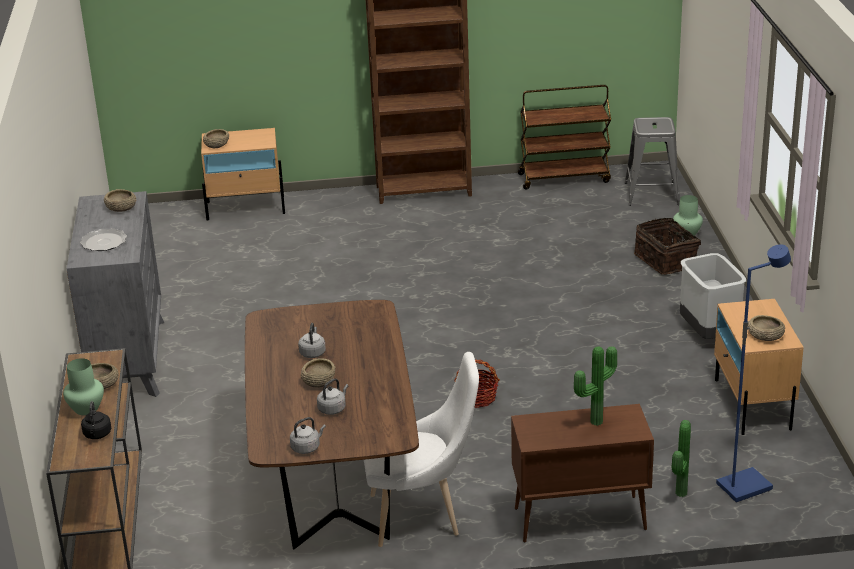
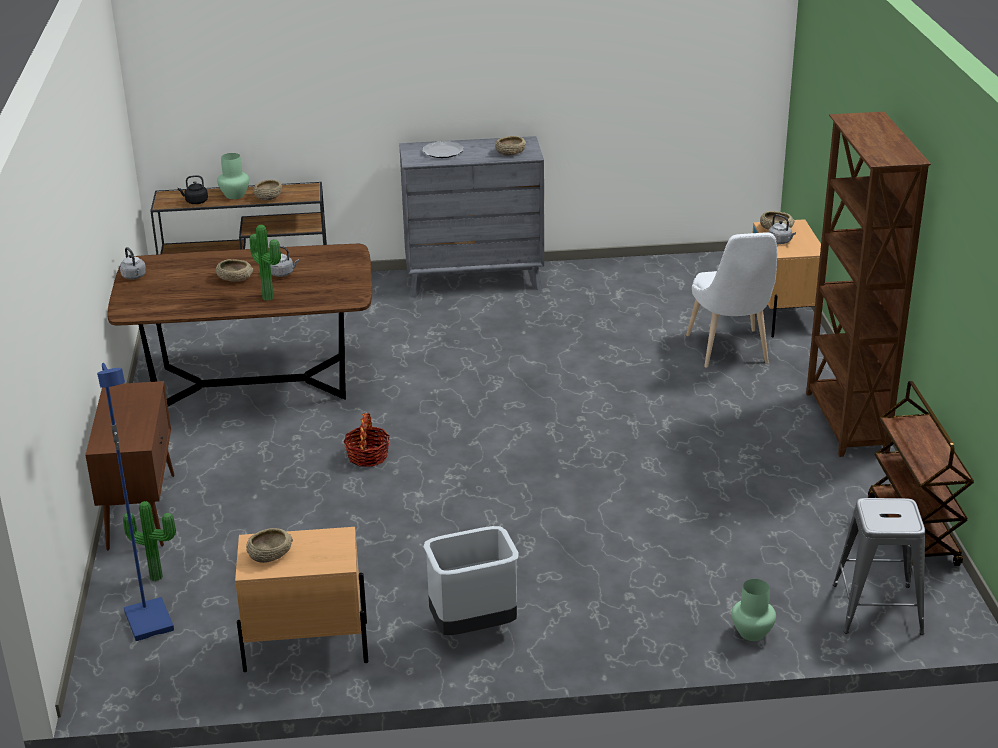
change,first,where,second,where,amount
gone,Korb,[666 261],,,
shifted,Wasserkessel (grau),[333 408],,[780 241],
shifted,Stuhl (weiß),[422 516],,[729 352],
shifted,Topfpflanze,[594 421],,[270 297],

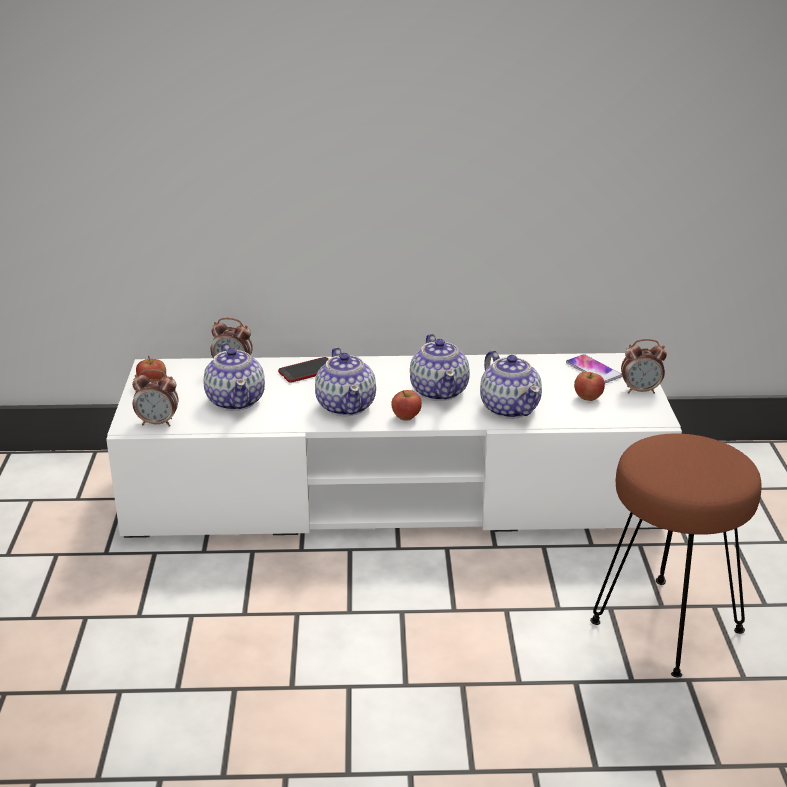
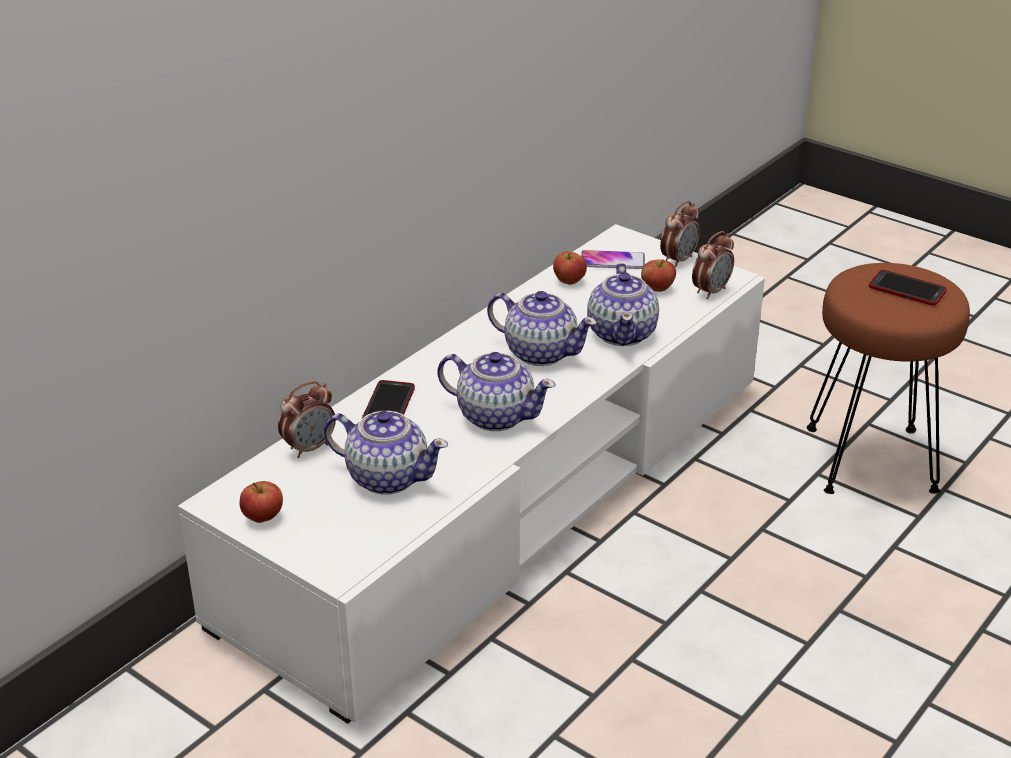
change,first,where,second,where,amount
new,,,Handy,[907 289],
shifted,Wecker,[158 423],,[711 291],
shifted,Apfel,[406 417],,[569 281],
rotated,Teekanne,[510 408],,[622 333],75 degrees clockwise

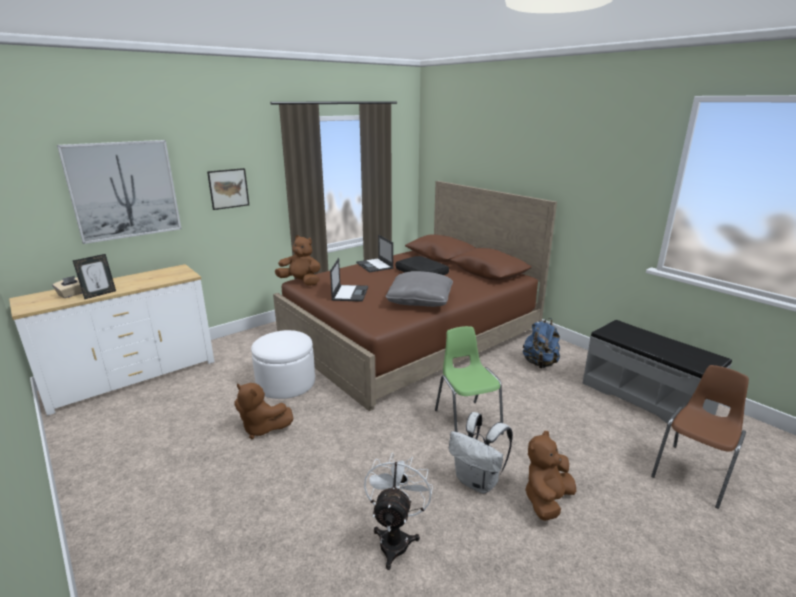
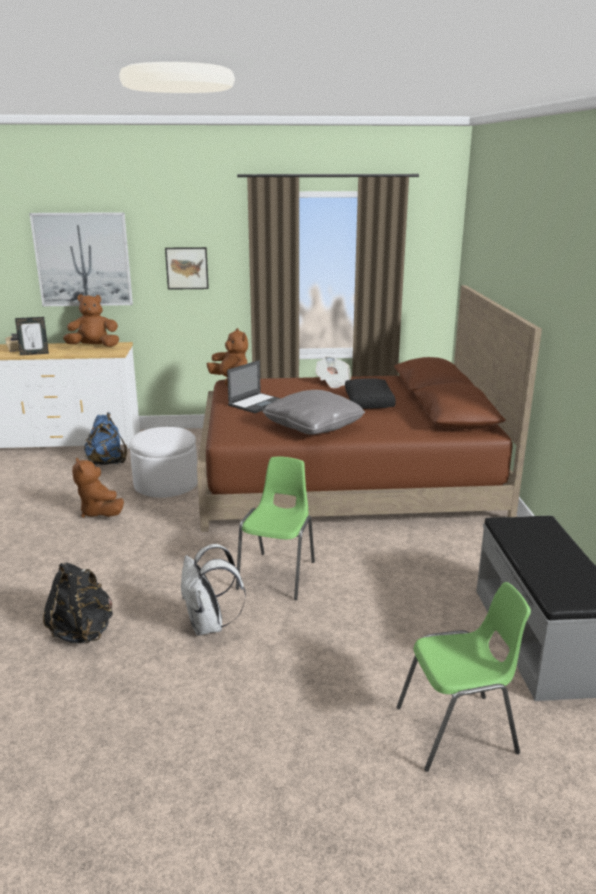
change,first,where,second,where,amount
shifted,Rucksack (blau),[540 363],,[107 463],
shifted,Plüschtier (braun),[547 500],,[94 347],
swapped,Laptop,[375 265],Zeitung,[333 382],
swapped,Ventilator (weiß),[395 538],Rucksack (schwarz),[83 631],
repainted,Stuhl (braun),[693 474],Stuhl (grün),[457 731],

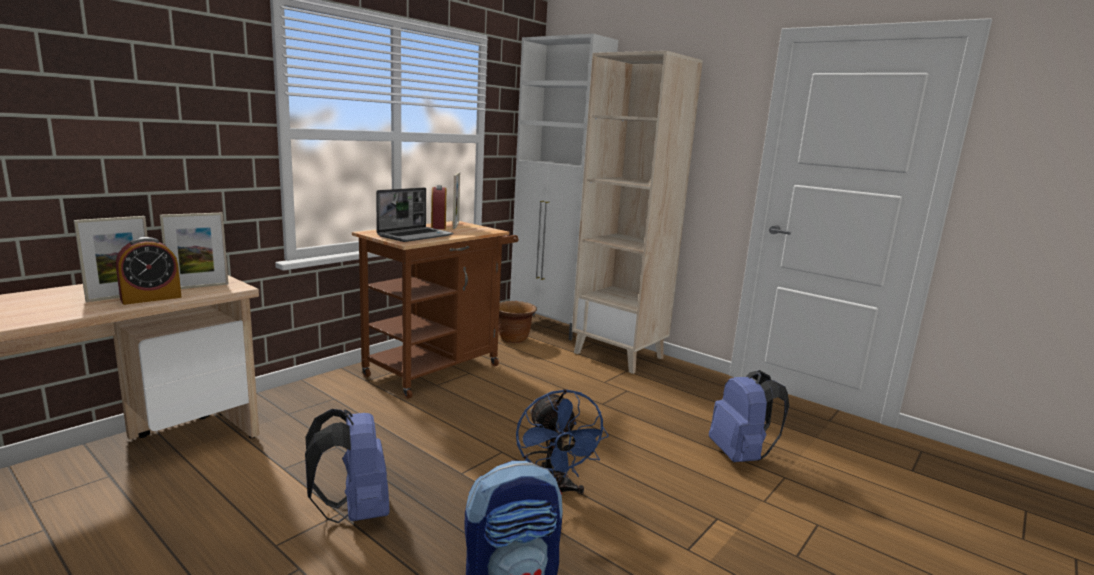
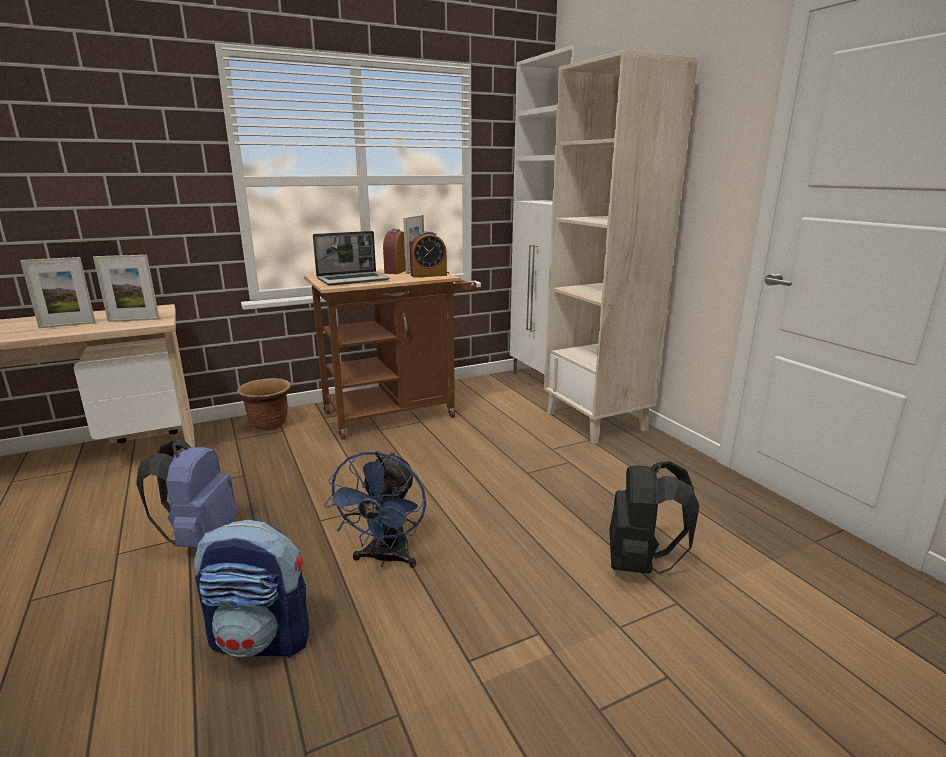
change,first,where,second,where,amount
shifted,Wecker,[151 298],,[428 275],
shifted,Pflanzkübel (braun),[514 339],,[269 424],
repainted,Rucksack (blau),[740 456],Rucksack (schwarz),[640 563],

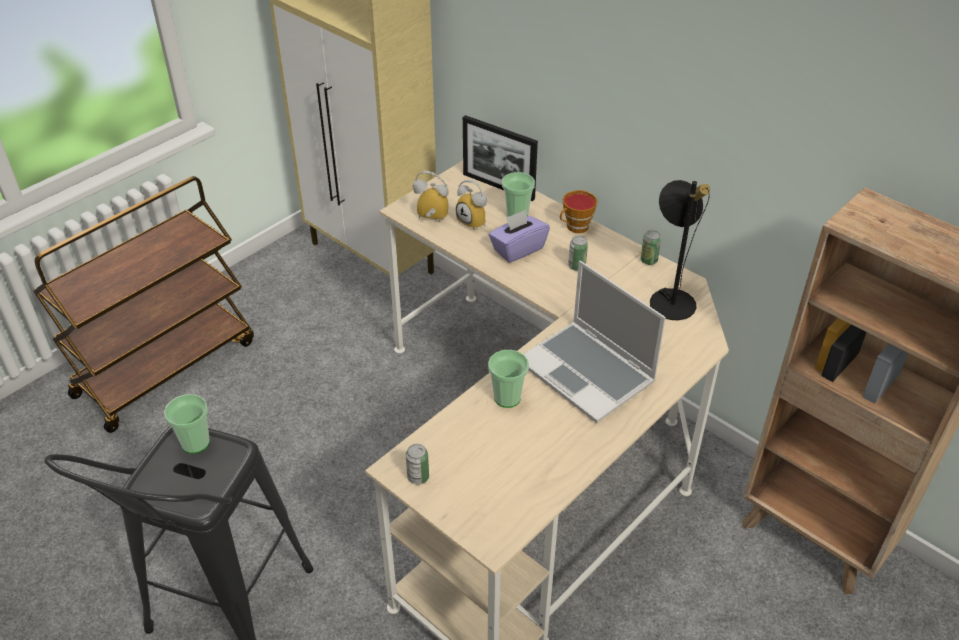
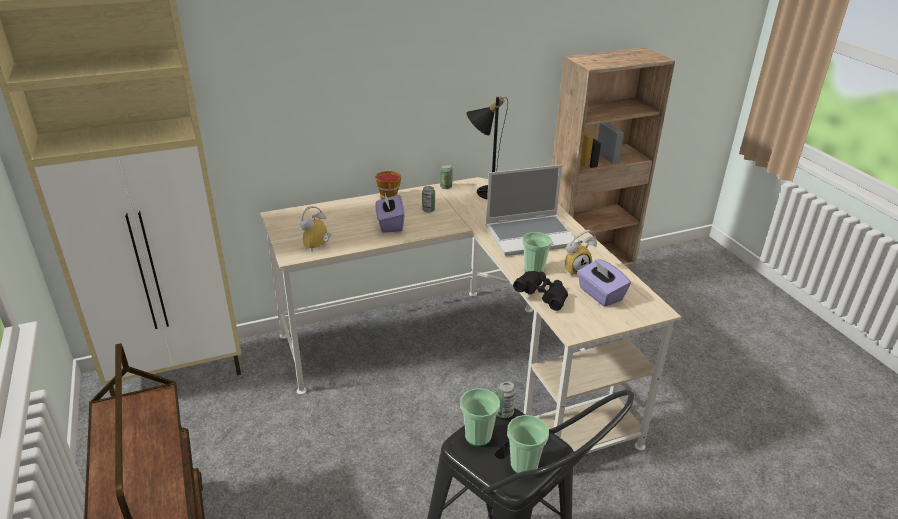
change,first,where,second,where,amount
gone,Bilderrahmen,[498 186],,,
new,,,Fernglas (schwarz),[542 297],
new,,,Taschentuchbox (lila),[600 294],
shifted,Dose,[418 477],,[504 412],
shifted,Wecker,[475 221],,[575 269],
shifted,Tasse,[517 214],,[524 465],

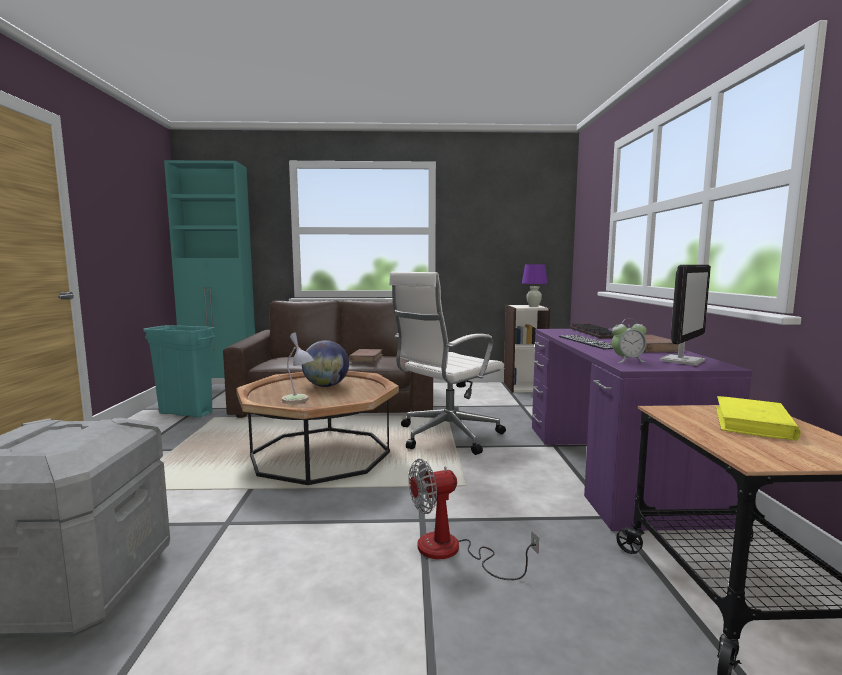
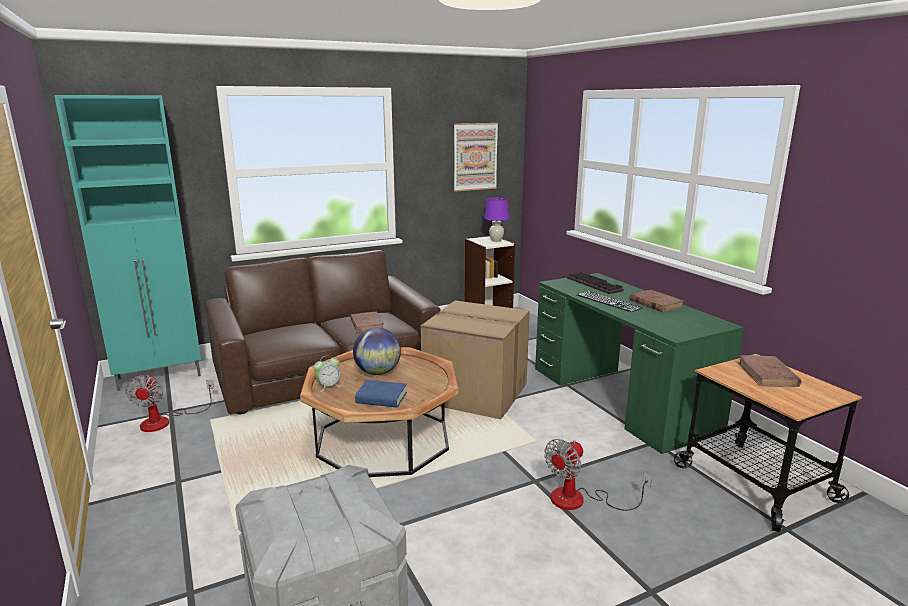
change,first,where,second,where,amount
gone,Monitor,[682 361],,,
new,,,Bild,[475 156],
shifted,Wecker,[627 360],,[328 386],
swapped,Mülleimer (türkis),[186 413],Ventilator,[165 421],
swapped,Tischlampe,[299 401],Buch (blau),[381 398],
swapped,Bürostuhl (weiß),[446 436],Karton,[474 393],
repainted,Schreibtisch (lila),[608 466],Schreibtisch (grün),[620 397],
repainted,Buch (gelb),[753 423],Buch (braun),[767 374],

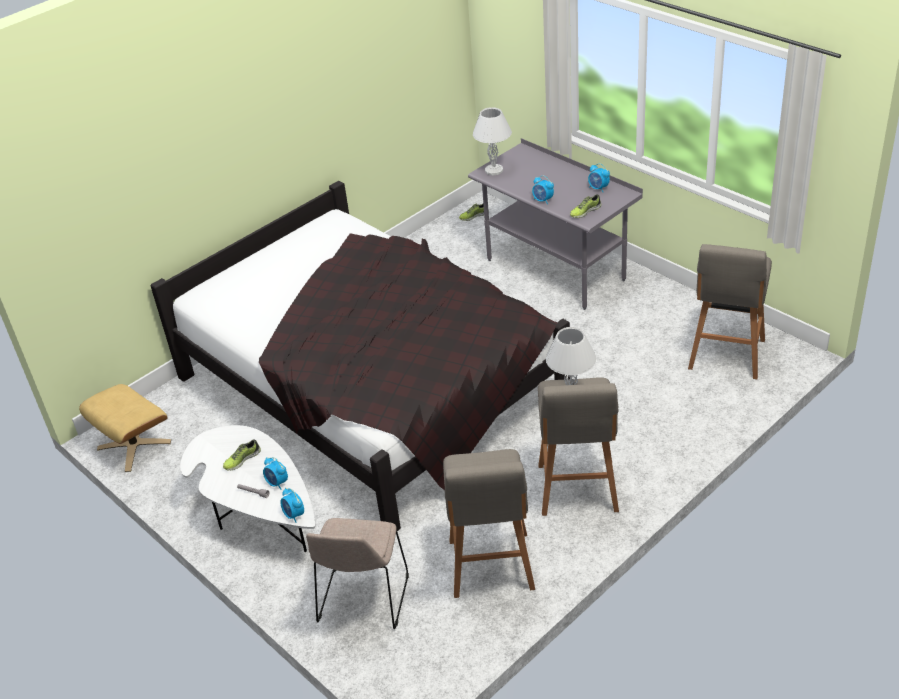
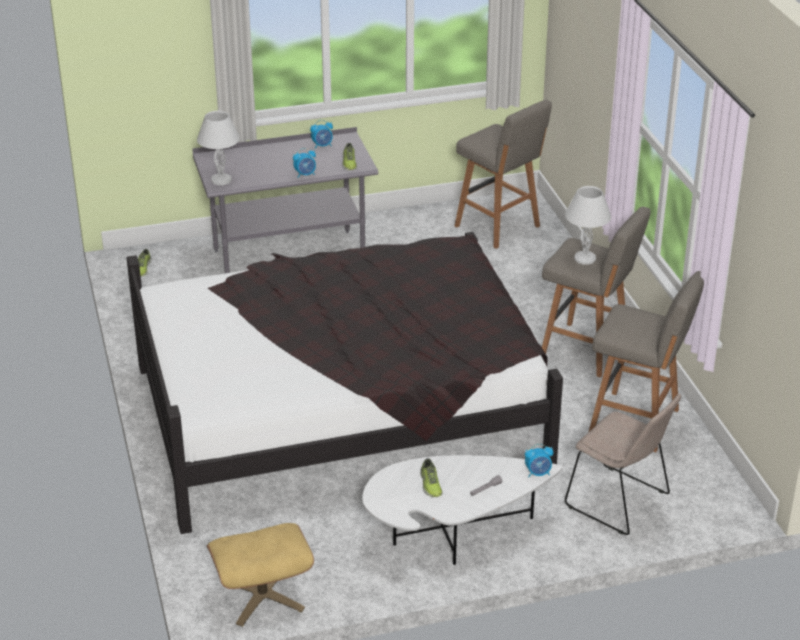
change,first,where,second,where,amount
gone,Wecker,[277 483],,,

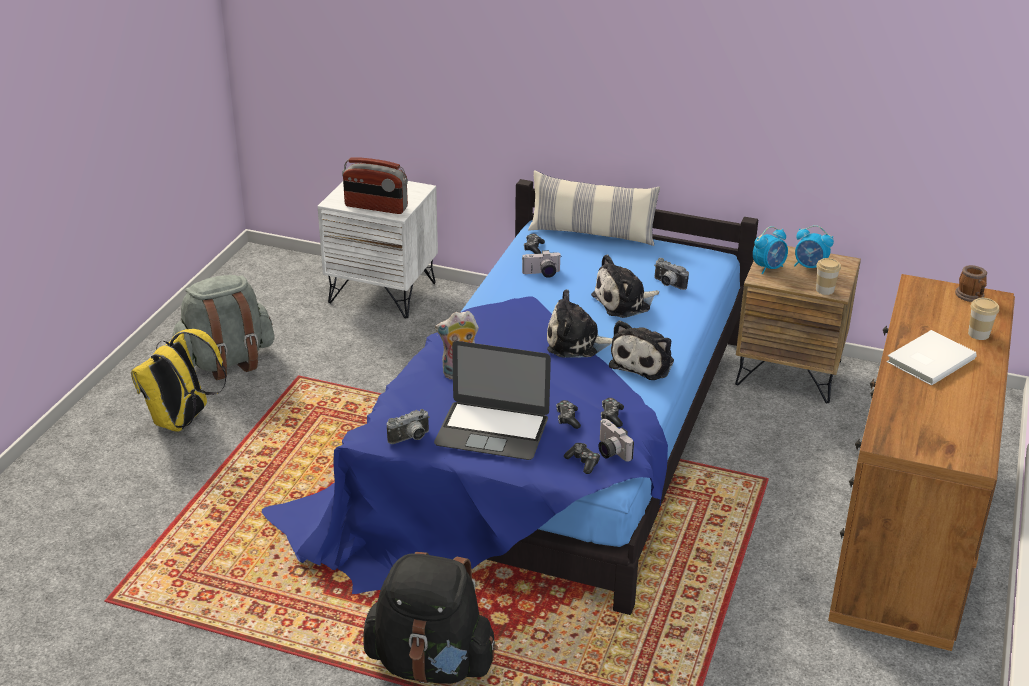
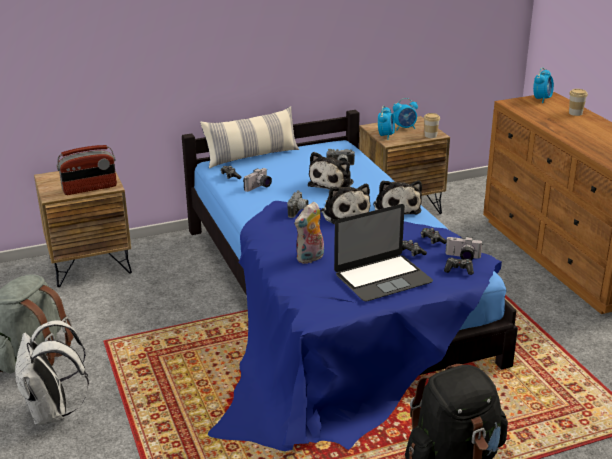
change,first,where,second,where,amount
gone,Buch (weiß),[928 360],,,
shifted,Kamera,[411 439],,[299 212],
swapped,Henkelbecher,[971 296],Wecker,[542 99],
repainted,Rucksack (gelb),[182 421],Rucksack (weiß),[53 413],
repainted,Nachttisch (weiß),[383 292],Nachttisch (braun),[90 265],
rotated,Plüschtier,[577 343],,[344 213],75 degrees counterclockwise

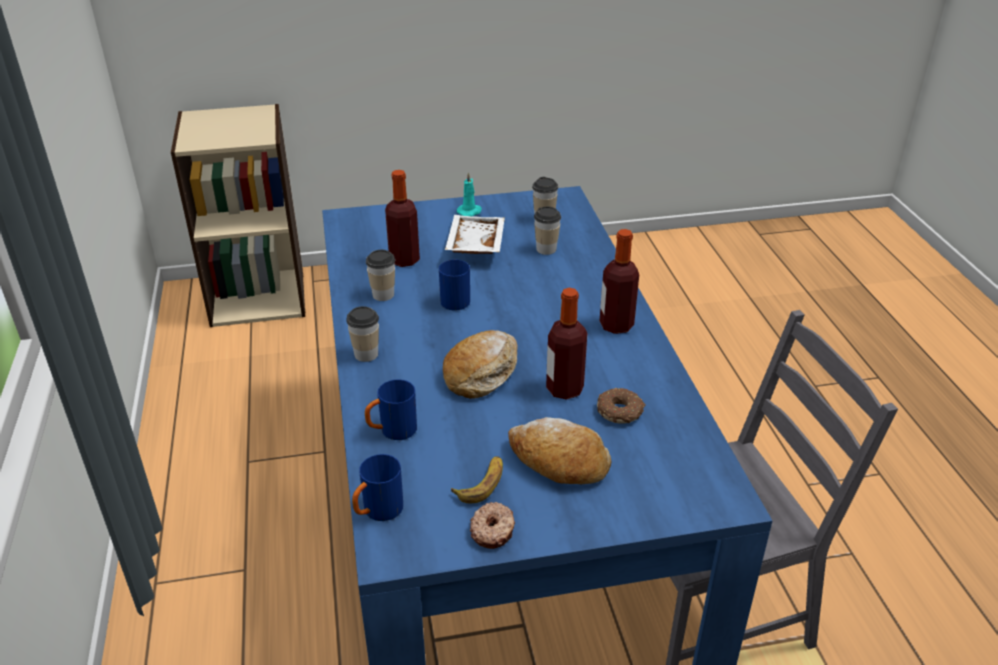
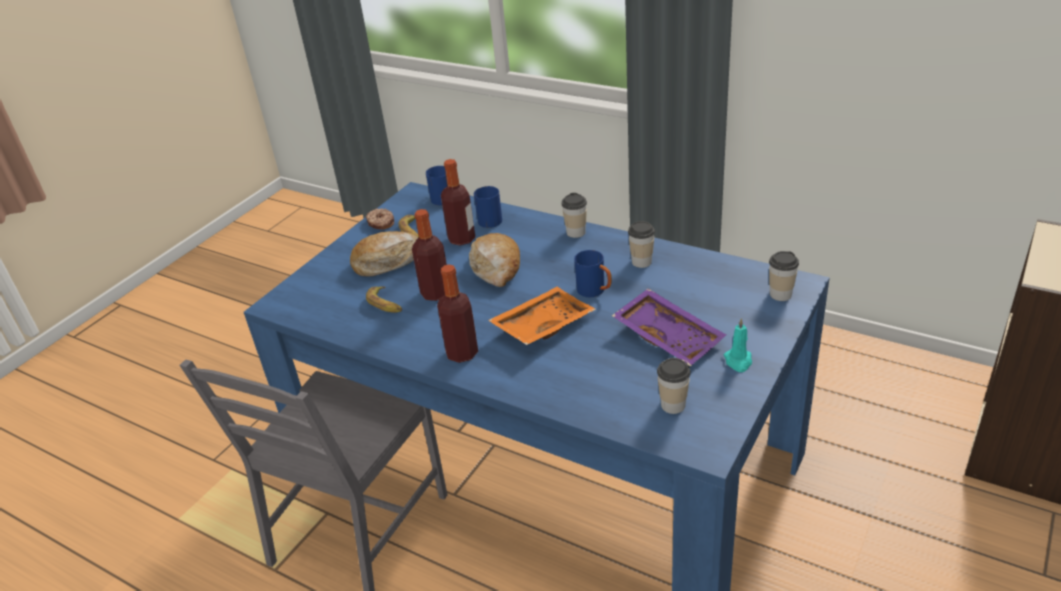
change,first,where,second,where,amount
new,,,Tablett (orange),[542 325],
shifted,Flasche,[404 260],,[461 239],
shifted,Tasse,[546 249],,[780 294],
swapped,Donut,[620 412],Banane,[385 304],
repainted,Tablett (weiß),[474 244],Tablett (lila),[669 336],

